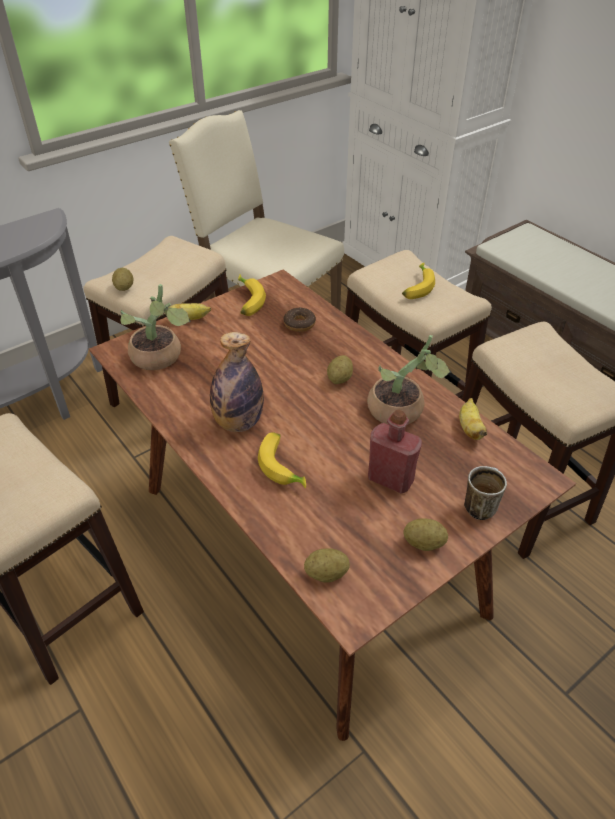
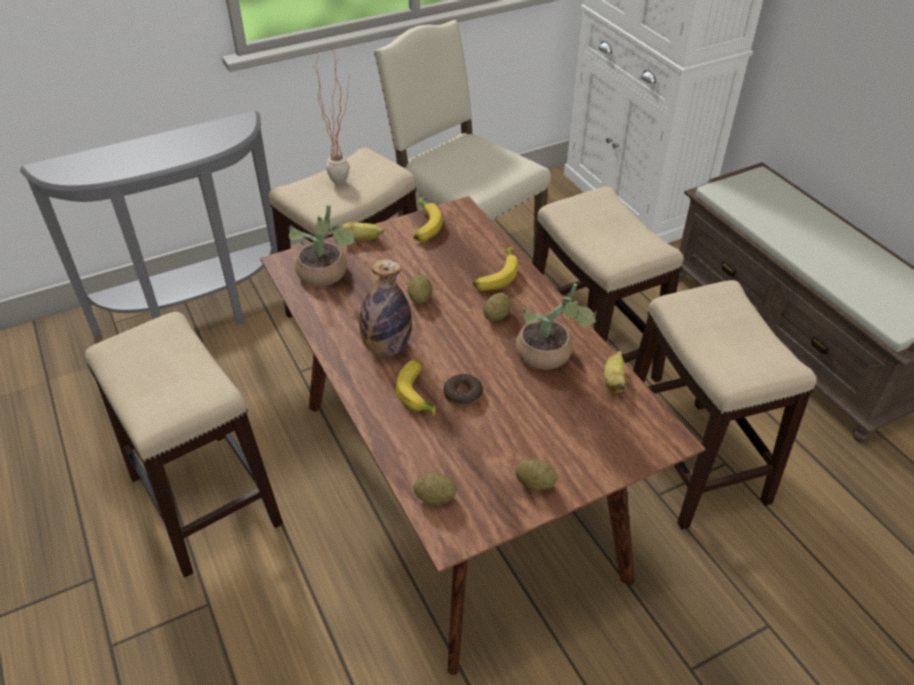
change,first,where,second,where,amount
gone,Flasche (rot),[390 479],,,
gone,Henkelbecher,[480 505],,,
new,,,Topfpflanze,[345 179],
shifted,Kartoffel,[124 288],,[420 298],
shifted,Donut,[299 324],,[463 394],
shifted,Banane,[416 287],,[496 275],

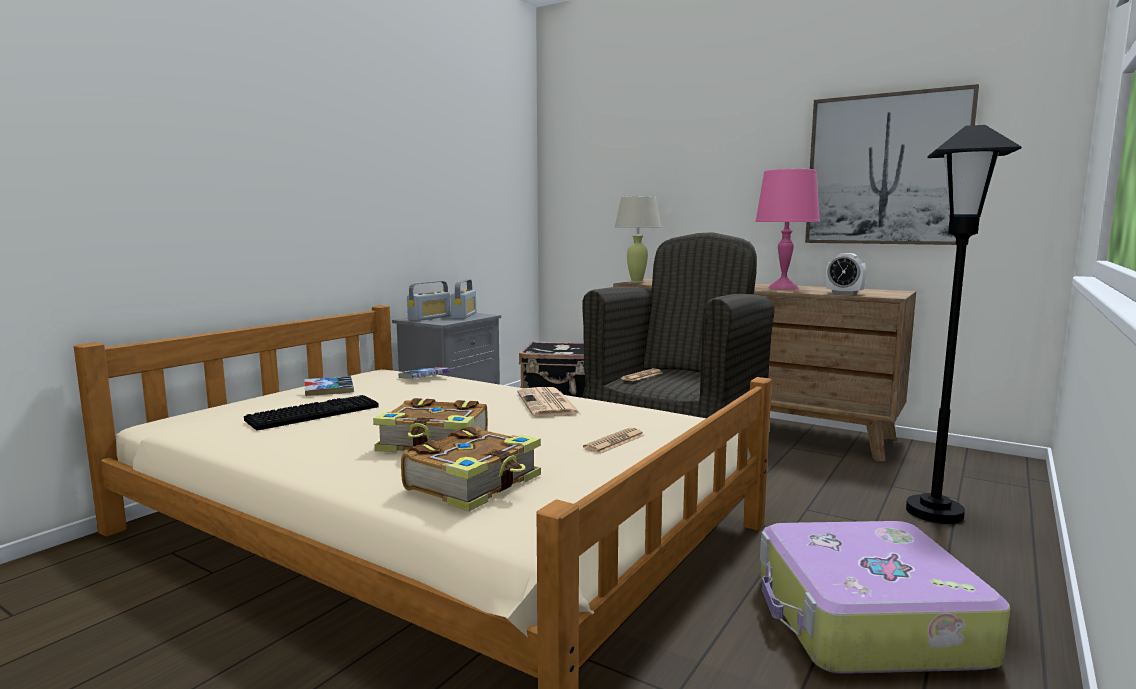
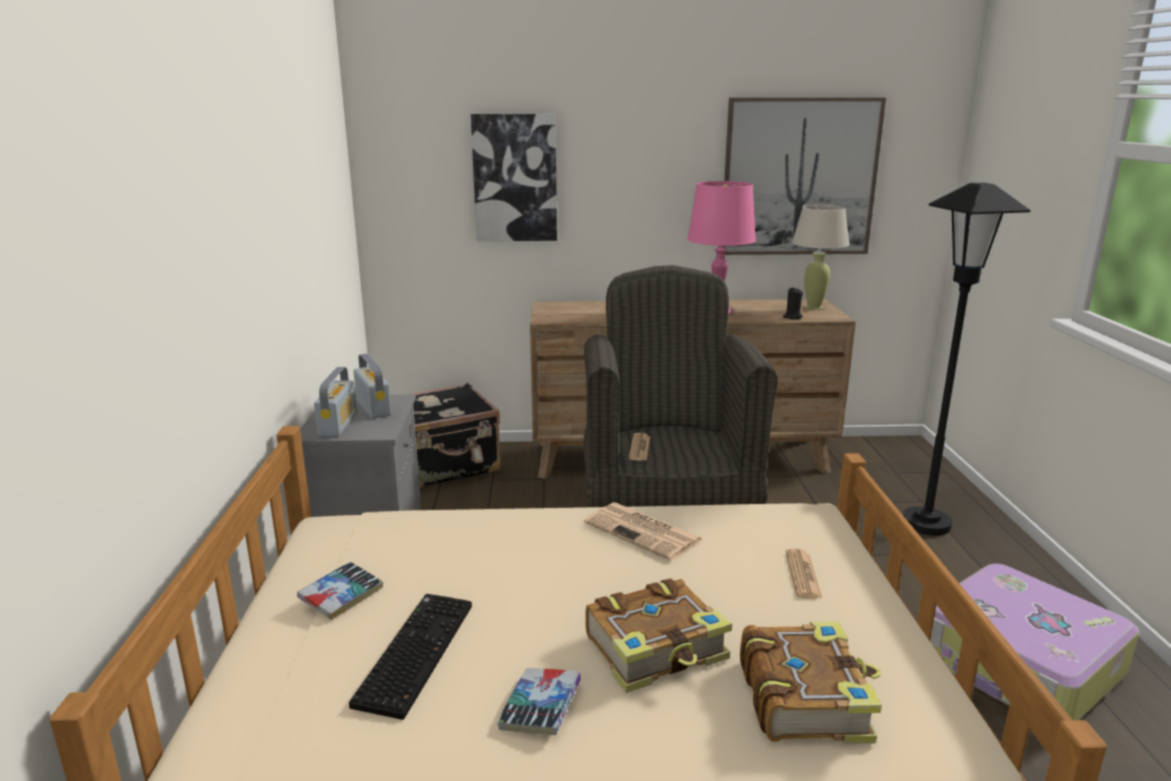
change,first,where,second,where,amount
new,,,Bild,[515 178],
shifted,Buch,[424 378],,[540 708],
shifted,Tischlampe (beige),[636 282],,[813 307],
swapped,Wecker,[844 293],Kerze (schwarz),[792 317],

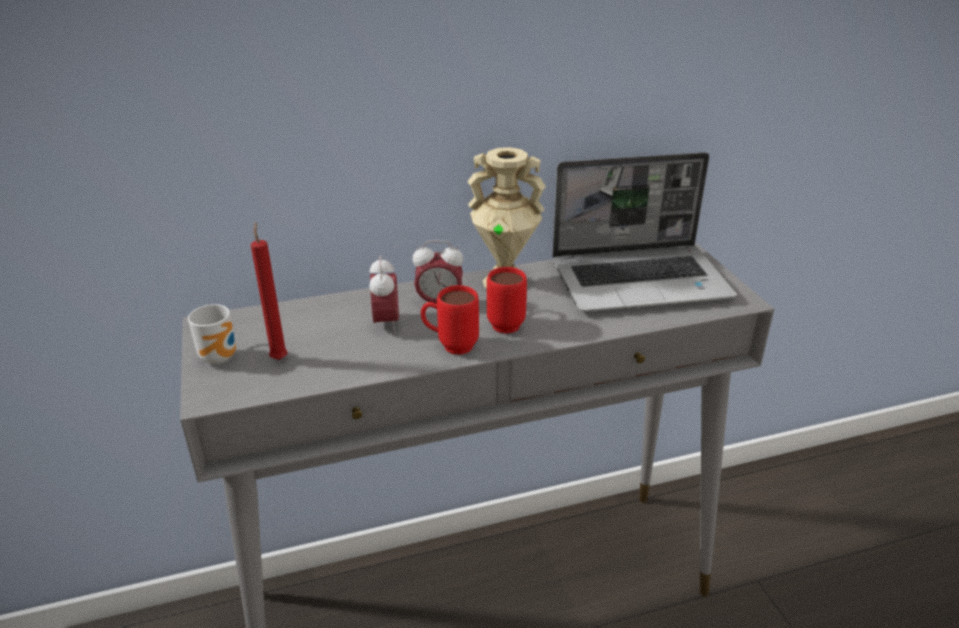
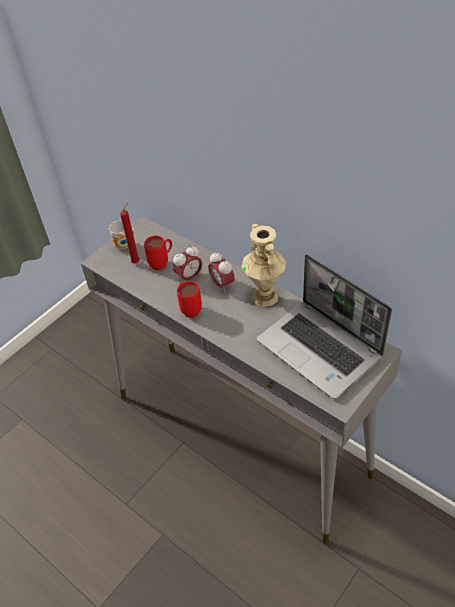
change,first,where,second,where,amount
shifted,Henkelbecher (rot),[505 322],,[162 263],

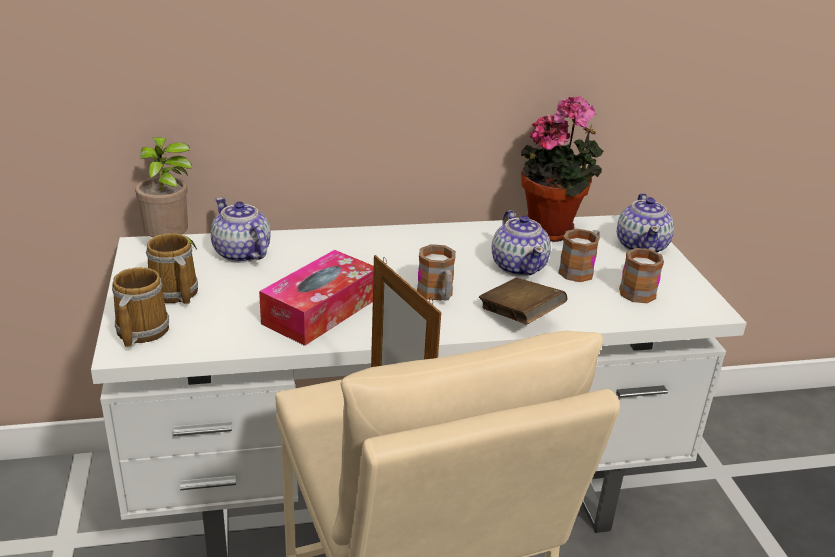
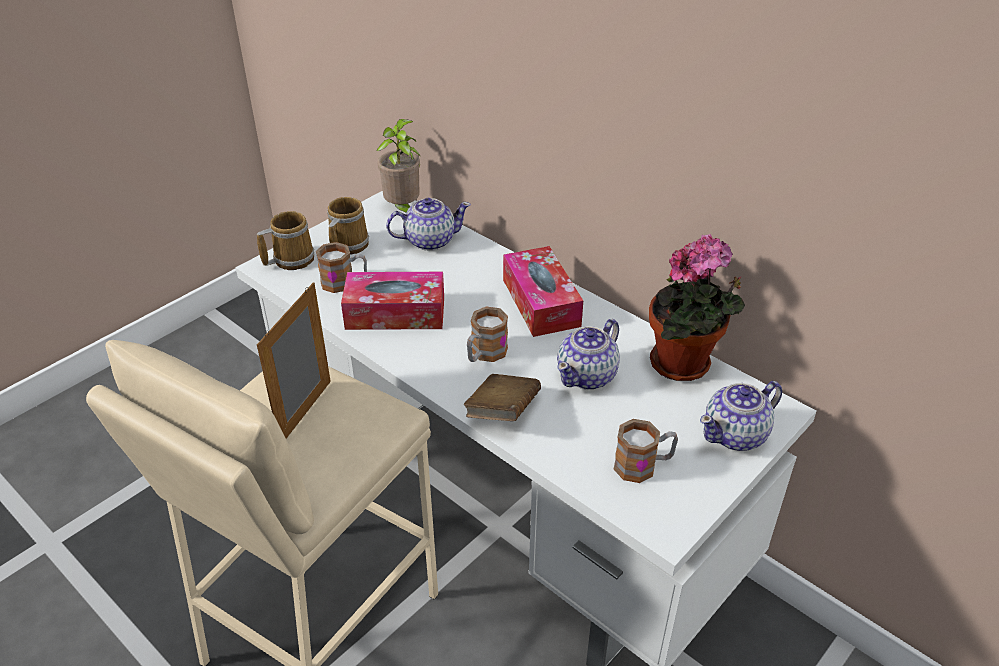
change,first,where,second,where,amount
new,,,Taschentuchbox,[541 302],
shifted,Henkelbecher,[580 270],,[344 283],
rotated,Teekanne,[241 254],,[429 241],60 degrees clockwise

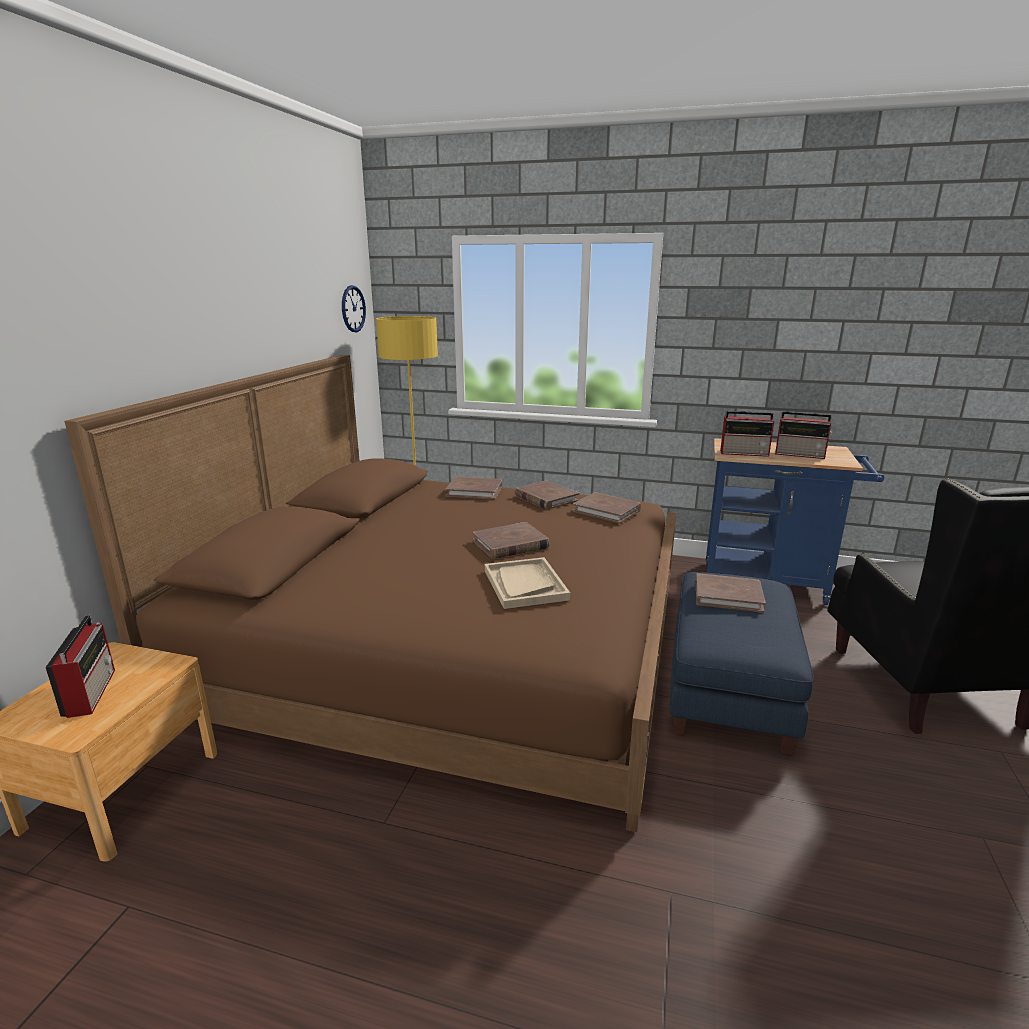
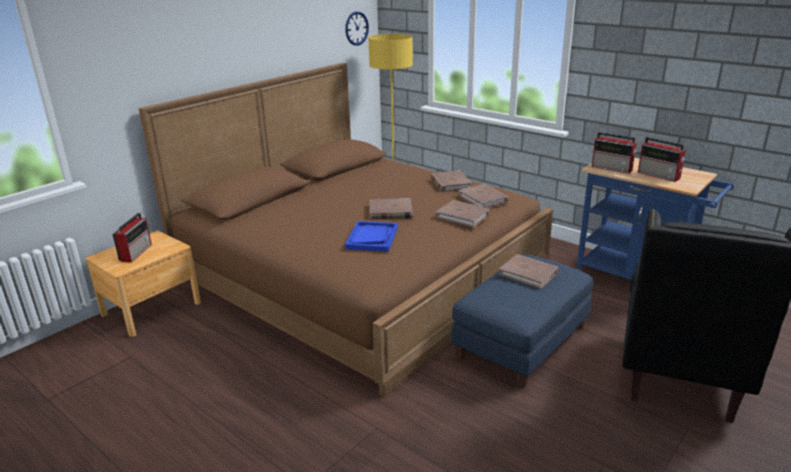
change,first,where,second,where,amount
shifted,Buch (braun),[474 491],,[463 216],
repainted,Tablett (beige),[525 585],Tablett (blau),[372 238],

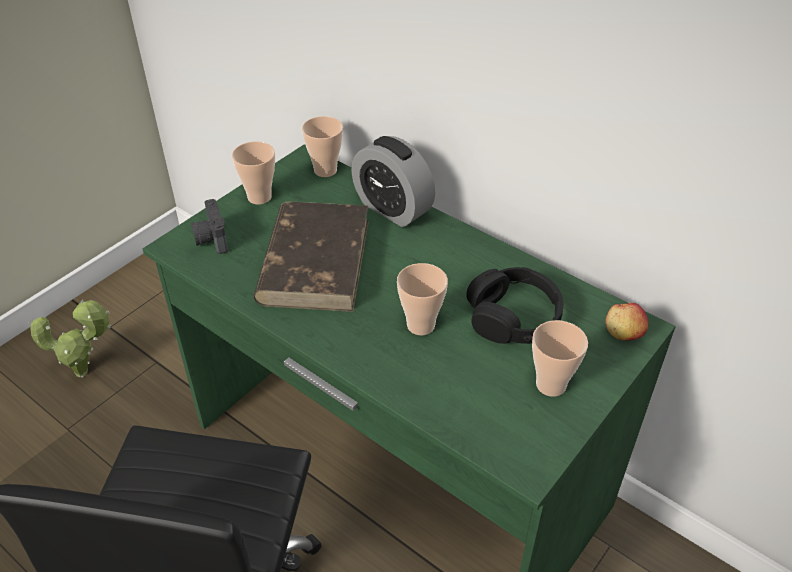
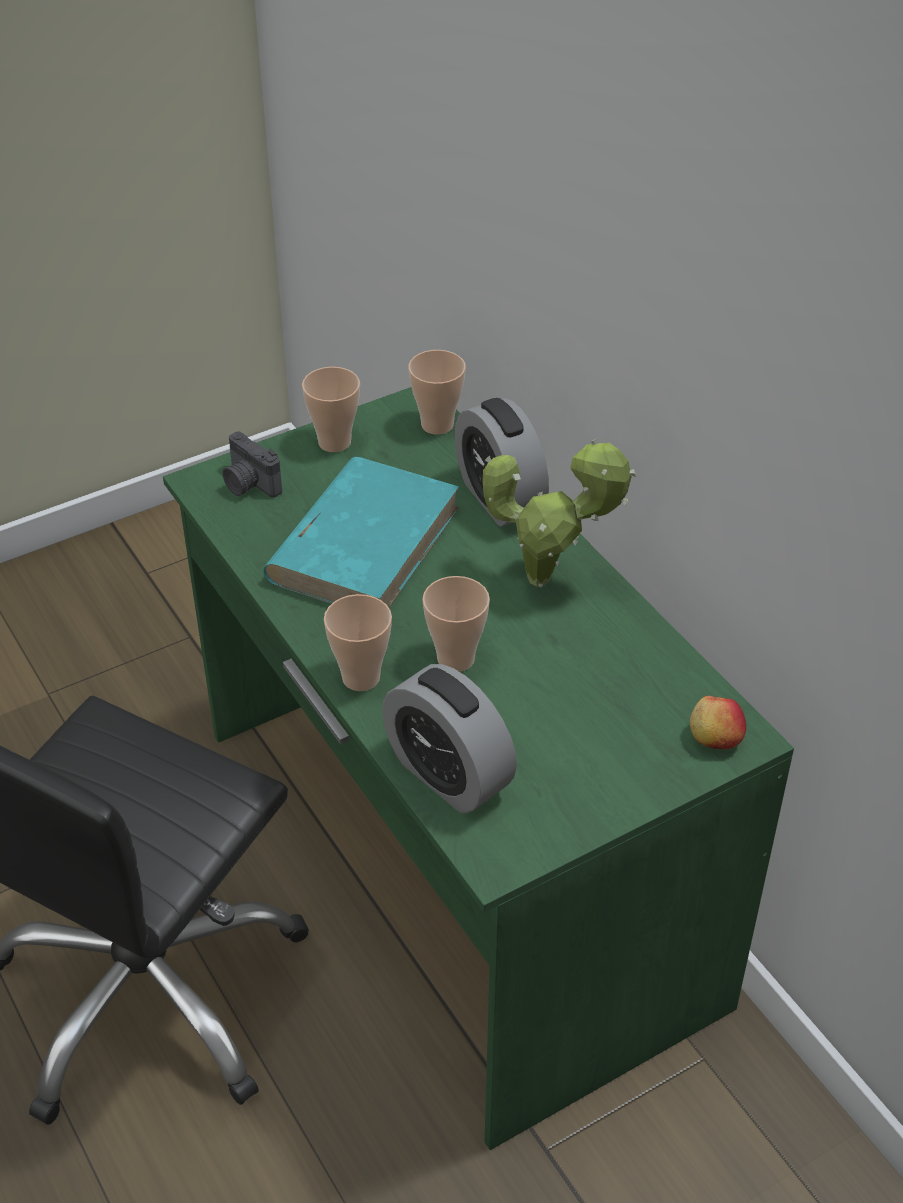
change,first,where,second,where,amount
gone,Kopfhörer (schwarz),[513 317],,,
new,,,Wecker,[448 774],
shifted,Topfpflanze,[86 371],,[548 579],
shifted,Tasse,[551 385],,[361 677],
repainted,Buch (braun),[315 260],Buch (türkis),[365 543],
rotated,Kamera,[211 239],,[249 484],45 degrees counterclockwise

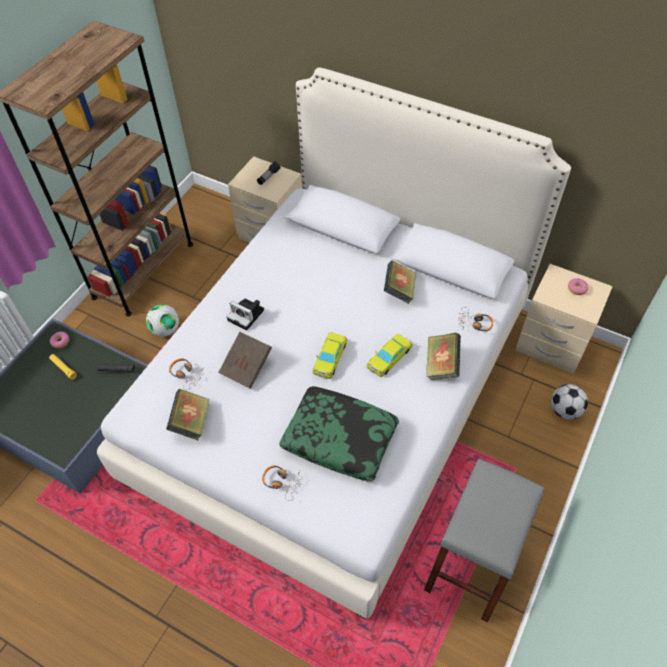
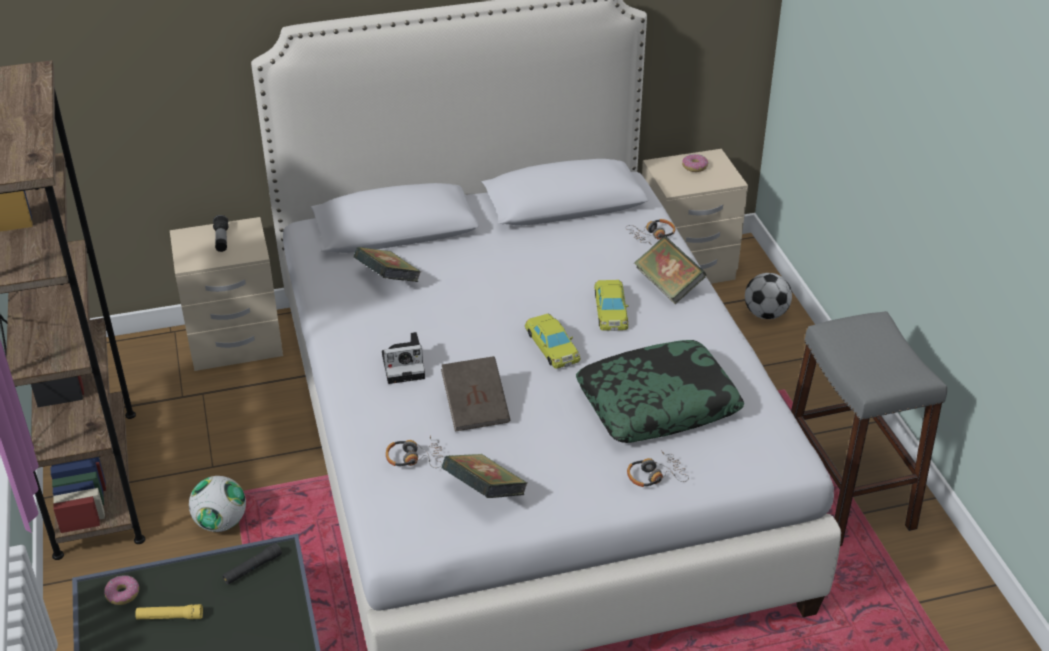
change,first,where,second,where,amount
shifted,Buch,[399 290],,[388 280],

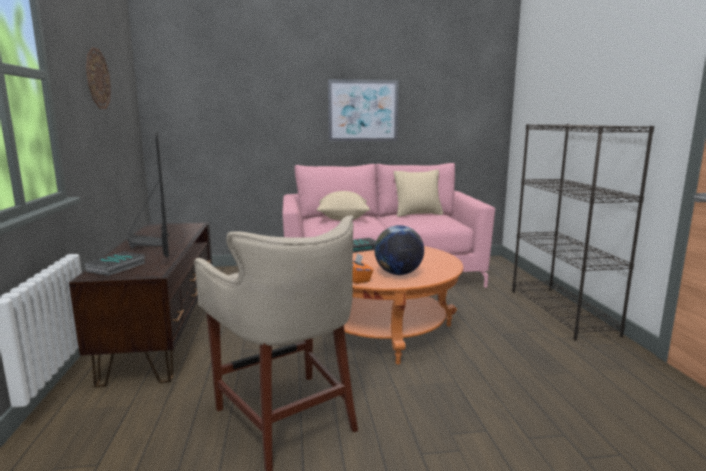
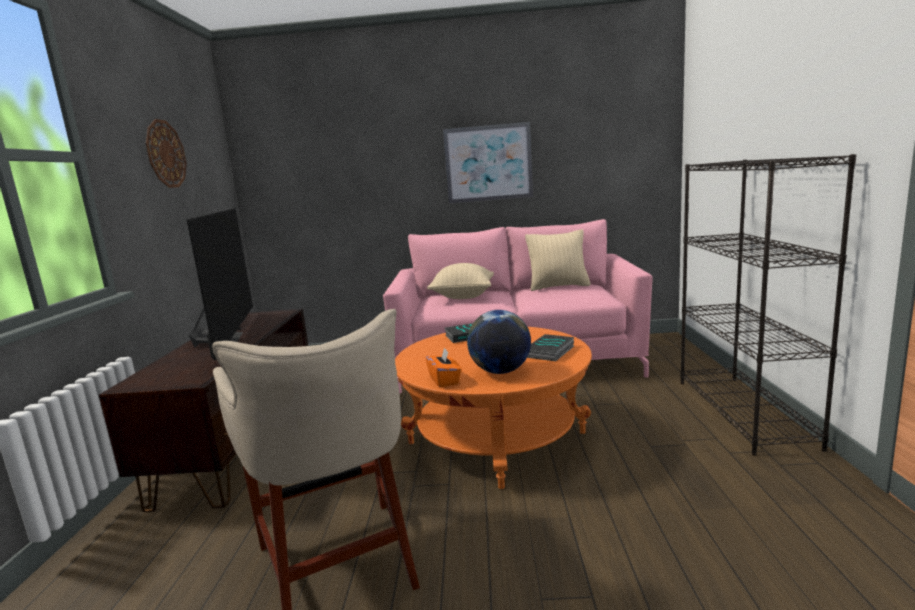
change,first,where,second,where,amount
shifted,Buch,[117 267],,[551 352],

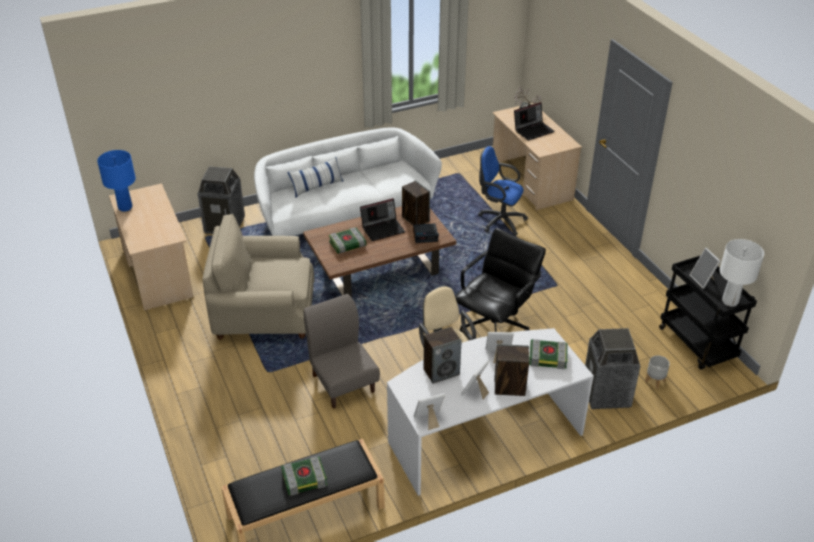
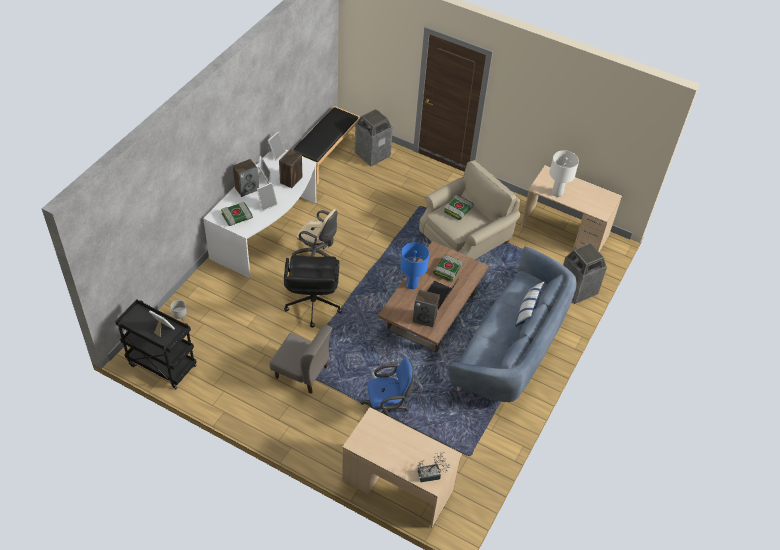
change,first,where,second,where,amount
gone,Wecker,[425 235],,,
gone,Laptop,[533 130],,,
shifted,Tischlampe (blau),[125 207],,[412 284],
shifted,Buch,[305 478],,[458 210],
shifted,Stuhl (grau),[343 383],,[302 372],
shifted,Mülleimer,[606 394],,[372 154],
shifted,Tischlampe (weiß),[729 301],,[557 193],
repainted,Sofa (weiß),[344 213],Sofa (blau),[510 349],

